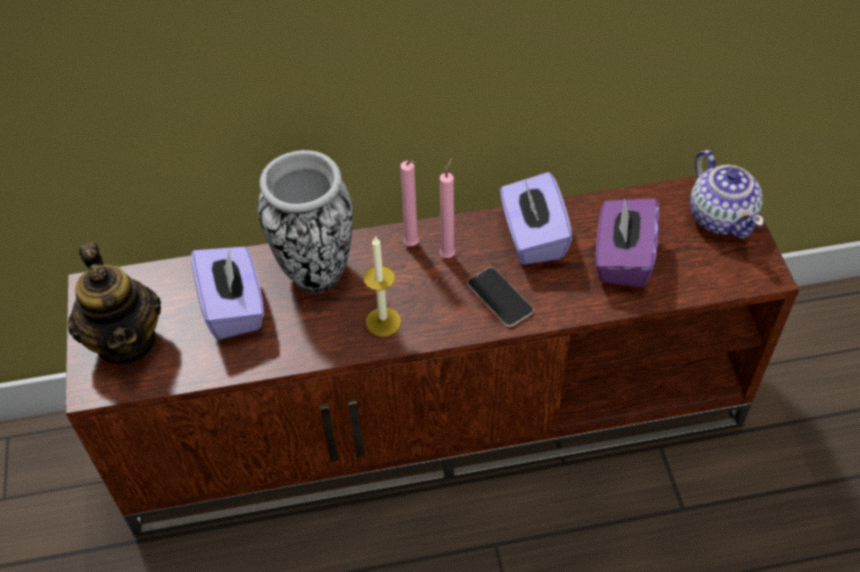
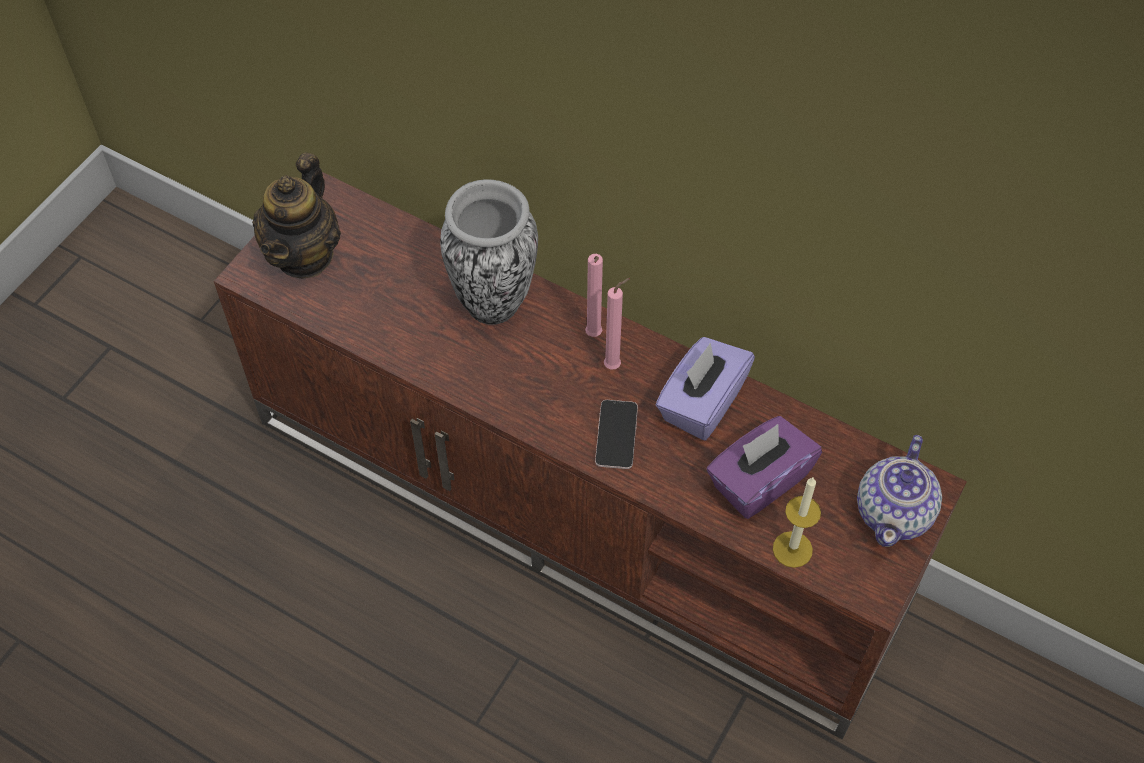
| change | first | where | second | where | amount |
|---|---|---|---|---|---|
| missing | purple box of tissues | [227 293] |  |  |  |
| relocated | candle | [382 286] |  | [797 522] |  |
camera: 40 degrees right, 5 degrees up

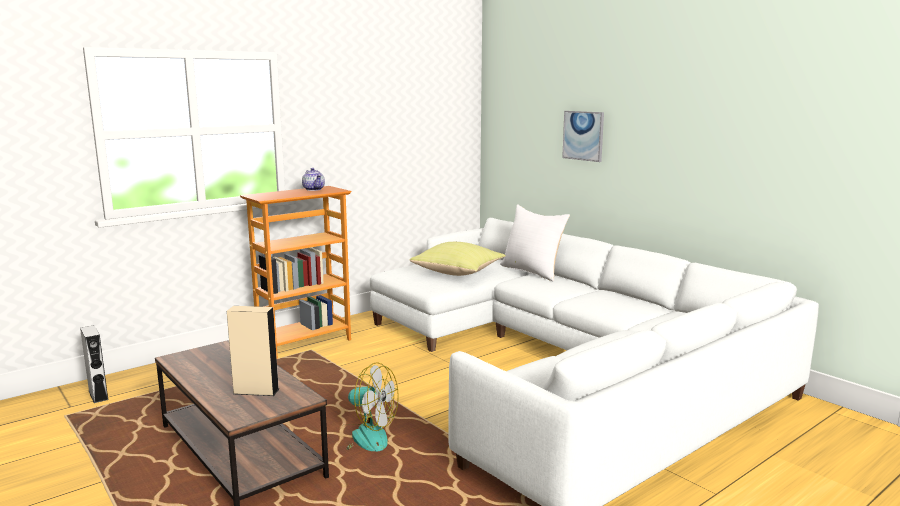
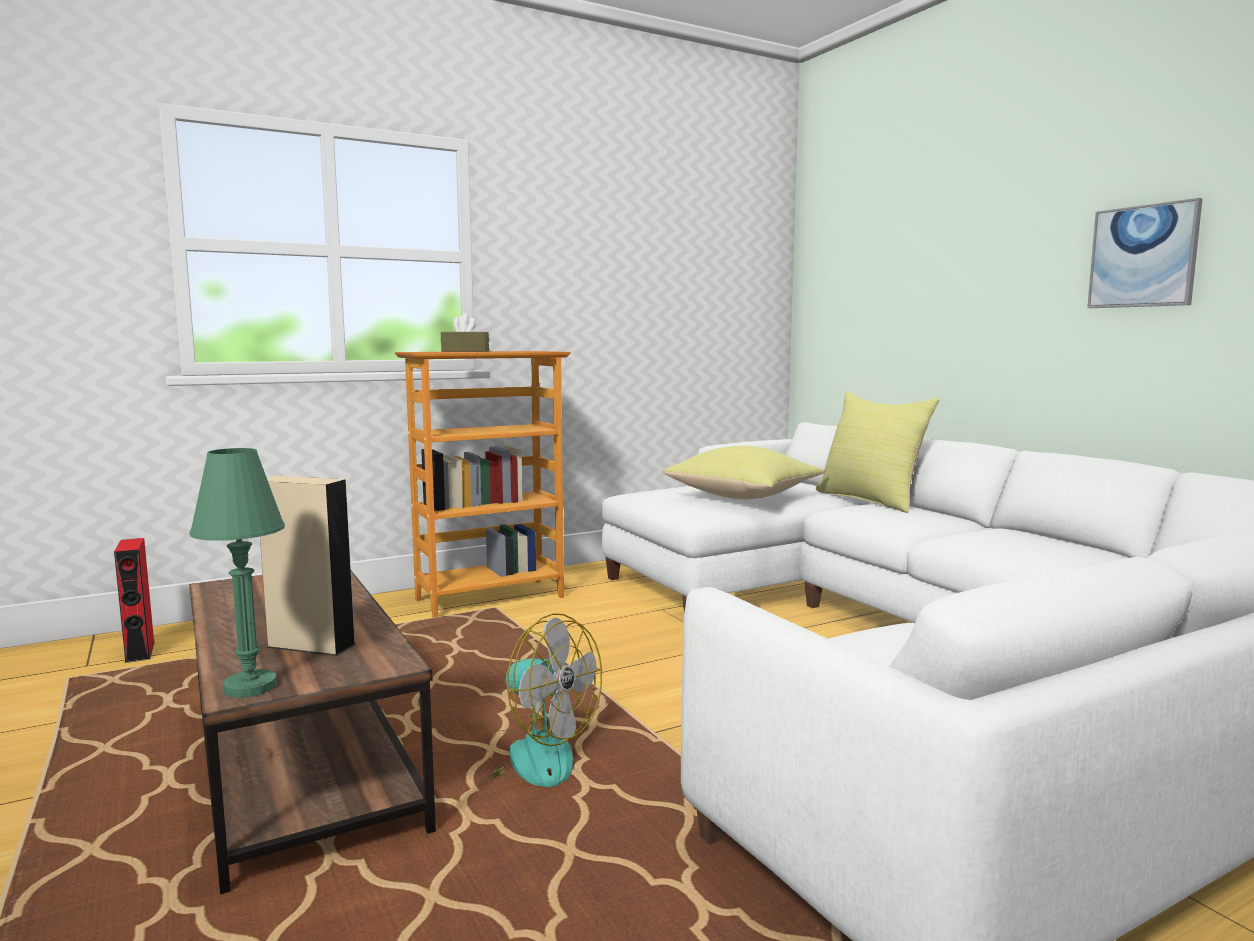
| change | first | where | second | where | amount |
|---|---|---|---|---|---|
| colour | grey audio speaker | [94 364] | reddish audio speaker | [134 600] |  |
| missing | tea pot | [313 179] |  |  |  |
| colour | white-coloured throw pillow | [535 243] | yellowish throw pillow | [877 452] |  |
| relocated | picture | [583 136] |  | [1145 253] |  |
| appeared |  |  | green tabletop lamp | [237 573] |  |
| appeared |  |  | brown-coloured box of tissues | [465 332] |  |
camera: 10 degrees right, 5 degrees down

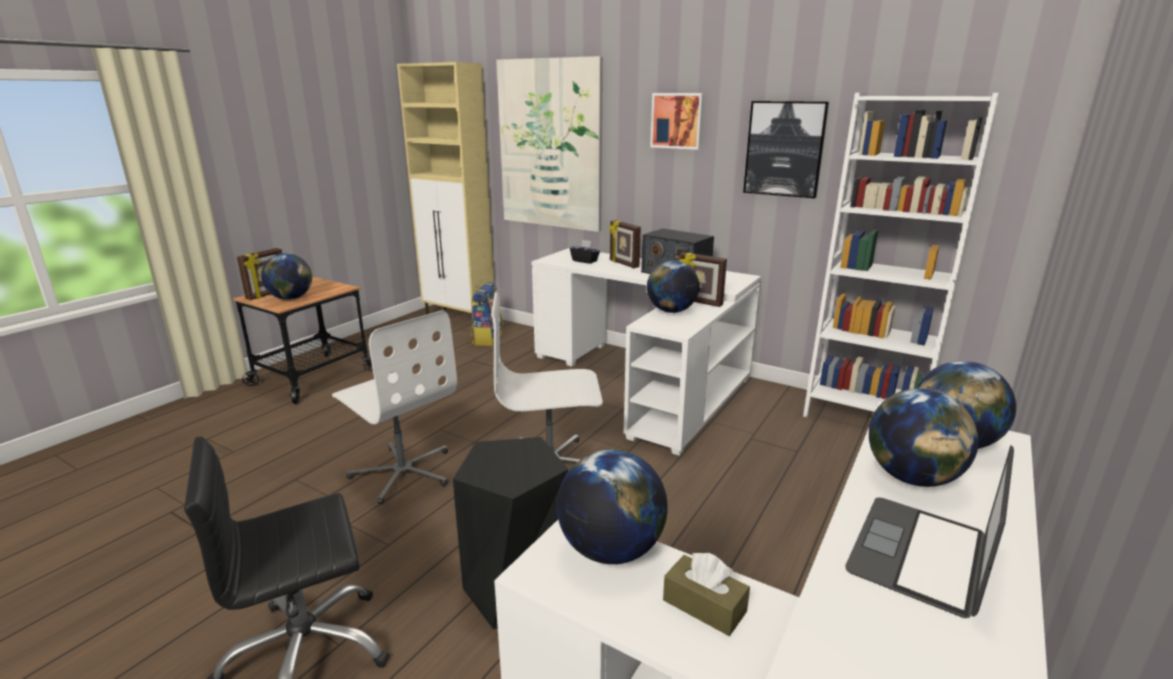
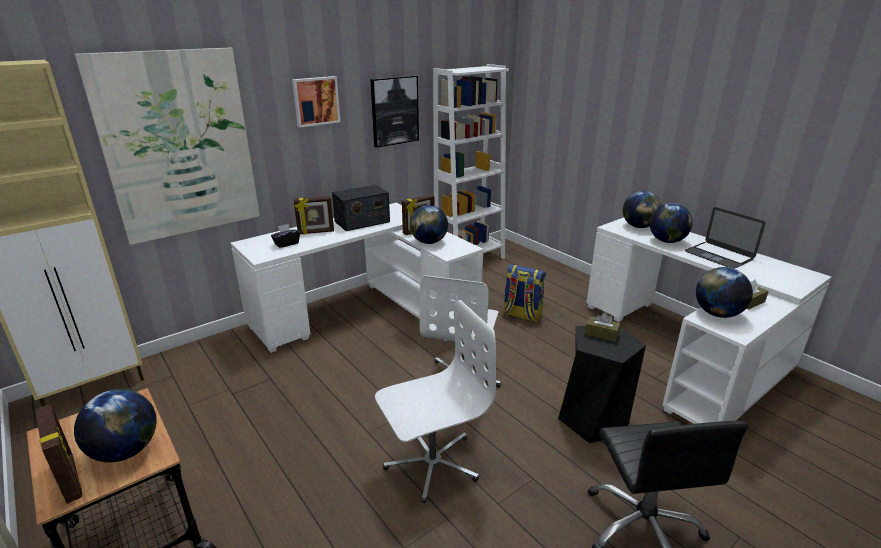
| change | first | where | second | where | amount |
|---|---|---|---|---|---|
| relocated | backpack | [486 314] |  | [524 293] |  |
| appeared |  |  | brown-coloured box of tissues | [603 327] |  |
camera: 70 degrees left, 5 degrees up

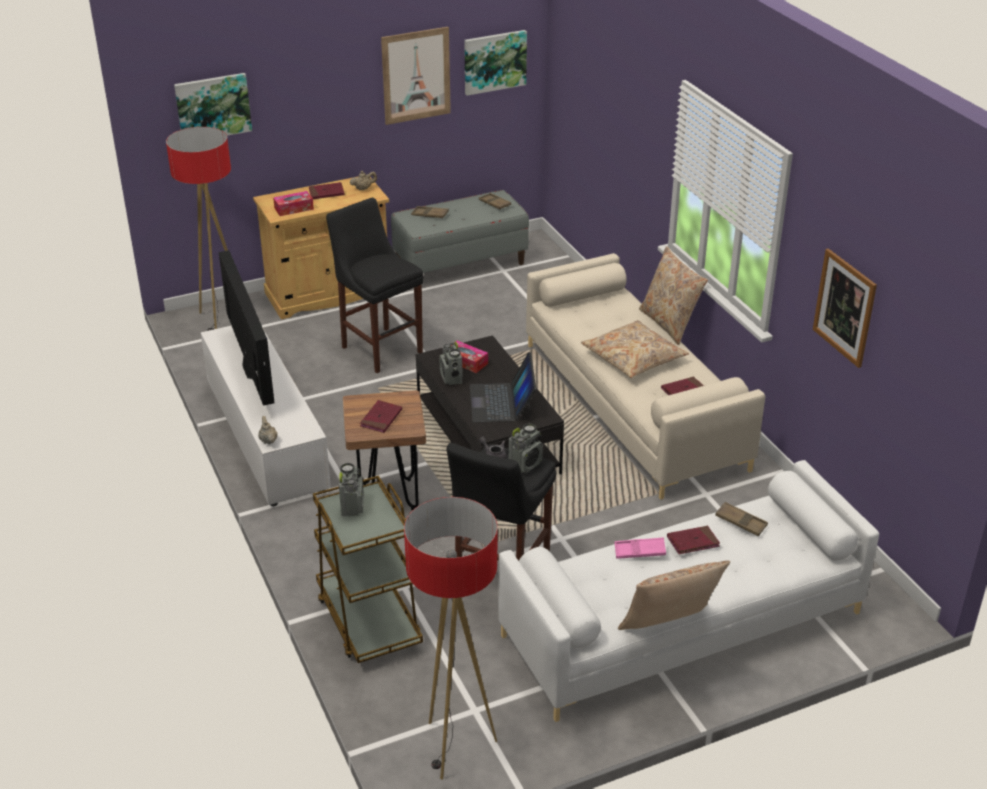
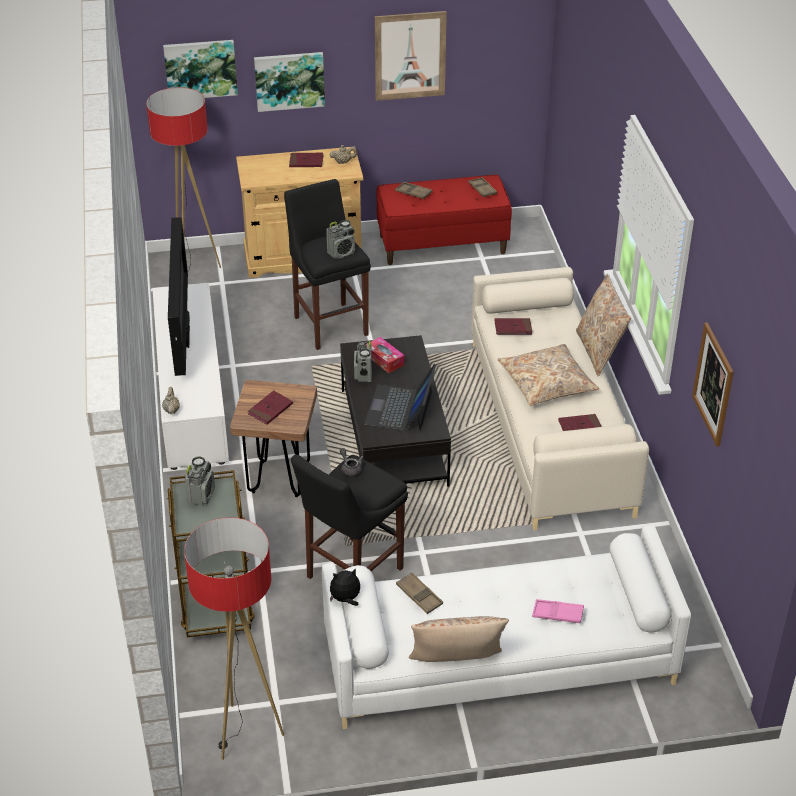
| change | first | where | second | where | amount |
|---|---|---|---|---|---|
| missing | box of tissues | [293 203] |  |  |  |
| colour | grey bench | [460 231] | reddish bench | [444 220] |  |
| relocated | picture | [495 63] |  | [289 82] |  |
| relocated | radio receiver | [526 448] |  | [340 239] |  |
| relocated | pink carrying tray | [640 548] |  | [558 611] |  |
| relocated | reddish book | [693 540] |  | [513 326] |  |
| relocated | brown-coloured carrying tray | [741 519] |  | [419 593] |  |
| appeared |  |  | soft toy | [345 587] |  |
camera: 15 degrees right, 5 degrees up

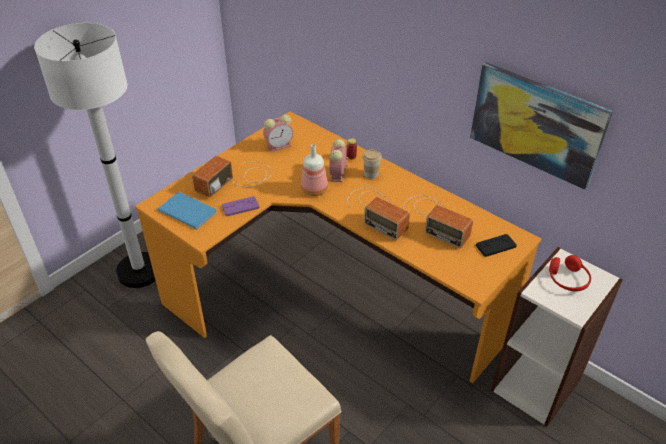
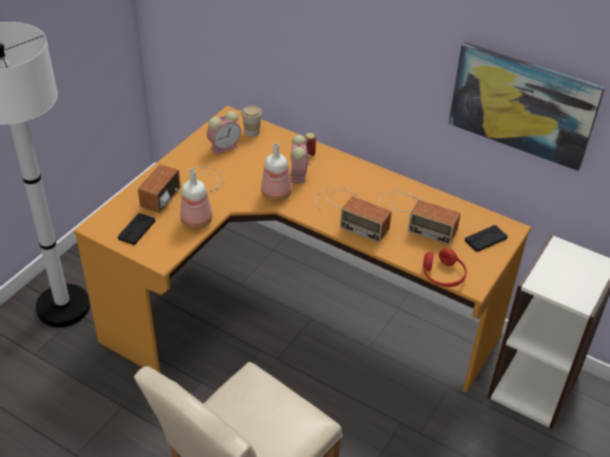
| change | first | where | second | where | amount |
|---|---|---|---|---|---|
| exchanged | blue-coloured book | [187 210] | black gamepad | [136 229] |  |
| exchanged | purple gamepad | [240 206] | bottle | [196 199] |  |
| relocated | cup | [372 164] |  | [251 121] |  |
| relocated | reddish pair of headphones | [570 273] |  | [445 267] |  |
camera: 10 degrees left, 0 degrees up

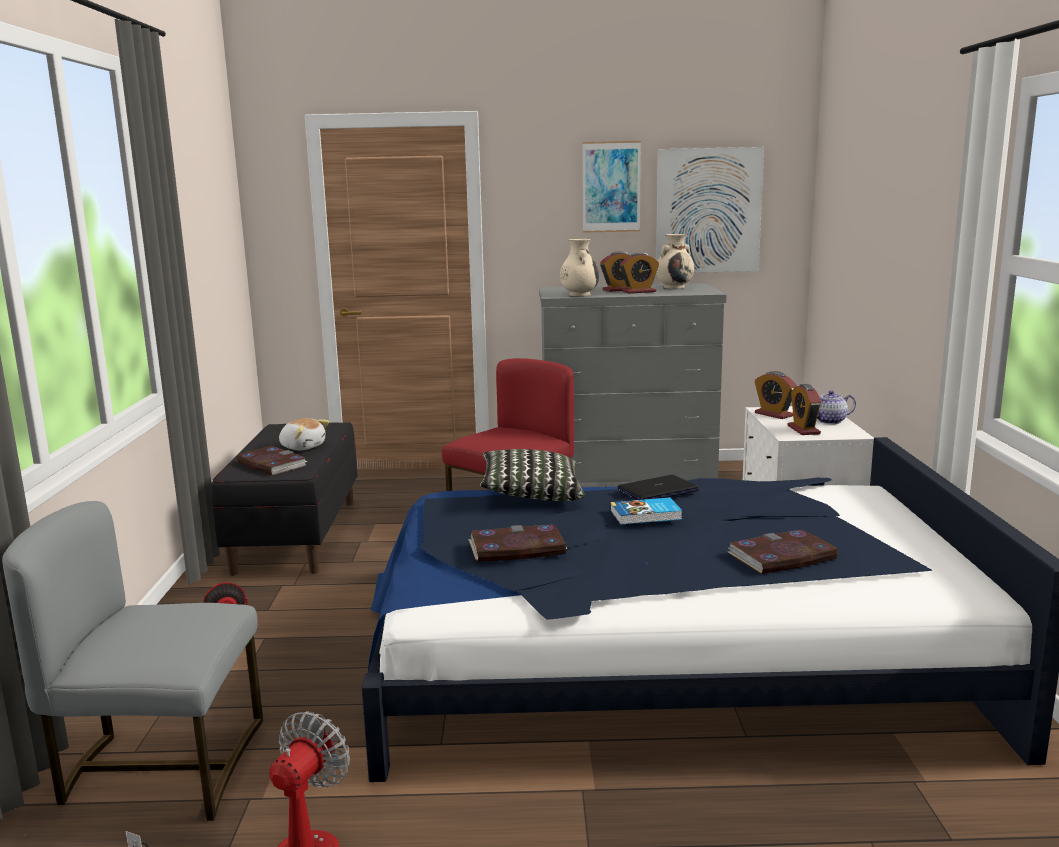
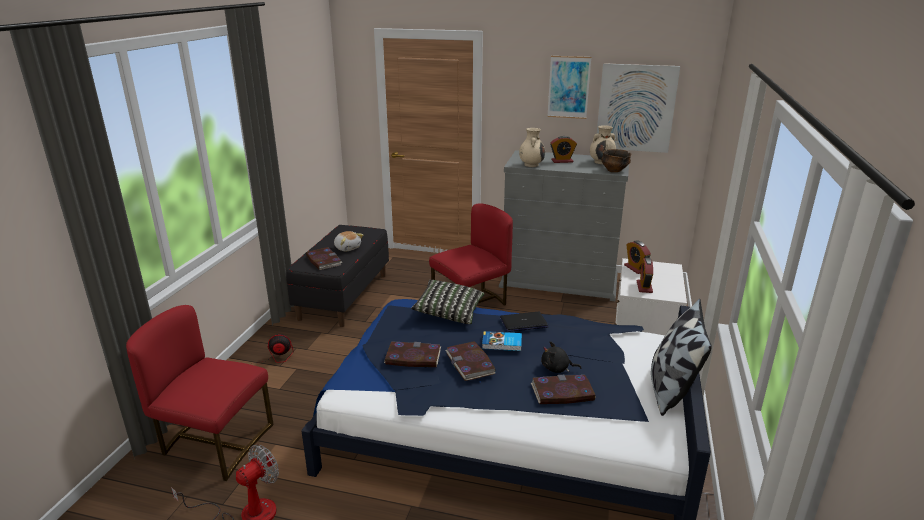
| change | first | where | second | where | amount |
|---|---|---|---|---|---|
| colour | grey chair | [132 661] | reddish chair | [200 393] |  |
| missing | bedside clock | [639 273] |  |  |  |
| missing | tea pot | [836 407] |  |  |  |
| appeared |  |  | book | [470 361] |  |
| appeared |  |  | black soft toy | [561 357] |  |
| appeared |  |  | bowl | [616 160] |  |
| appeared |  |  | throw pillow | [681 357] |  |
camera: 15 degrees right, 10 degrees up

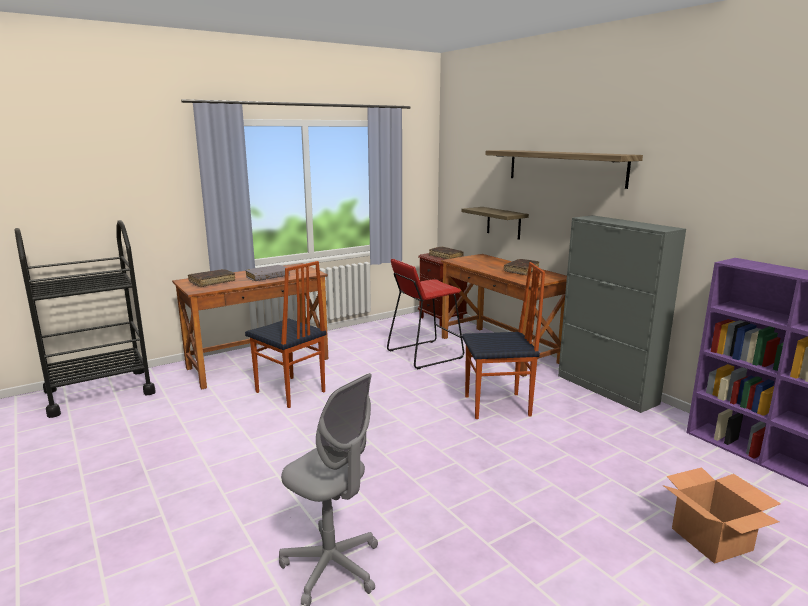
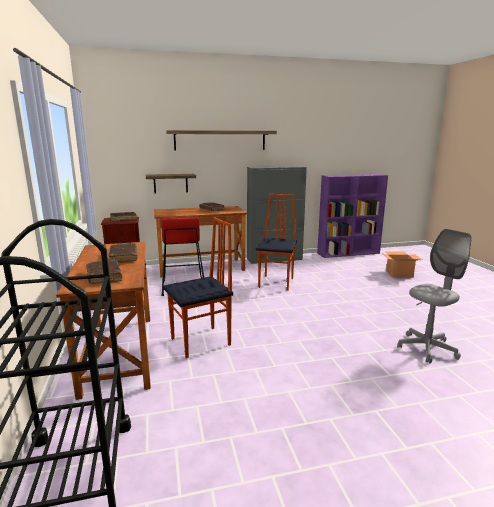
| change | first | where | second | where | amount |
|---|---|---|---|---|---|
| colour | grey book | [267 273] | brown-coloured book | [122 253] |  |
camera: 70 degrees left, 0 degrees up

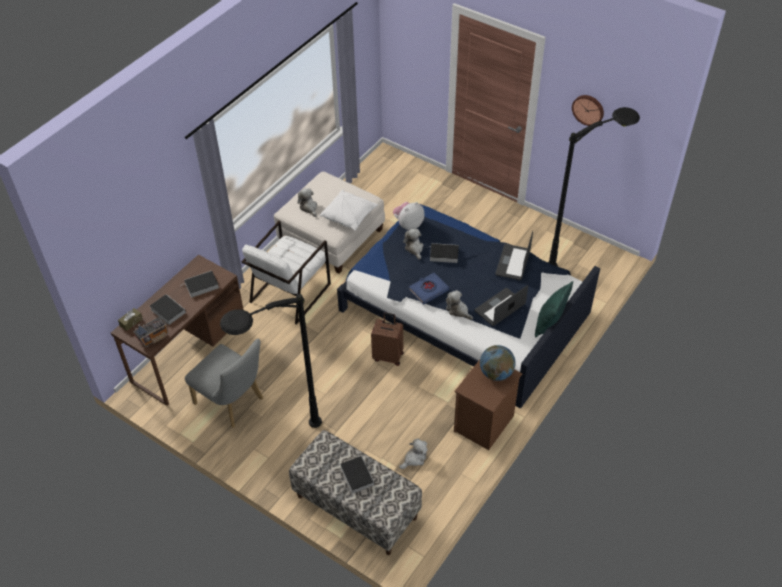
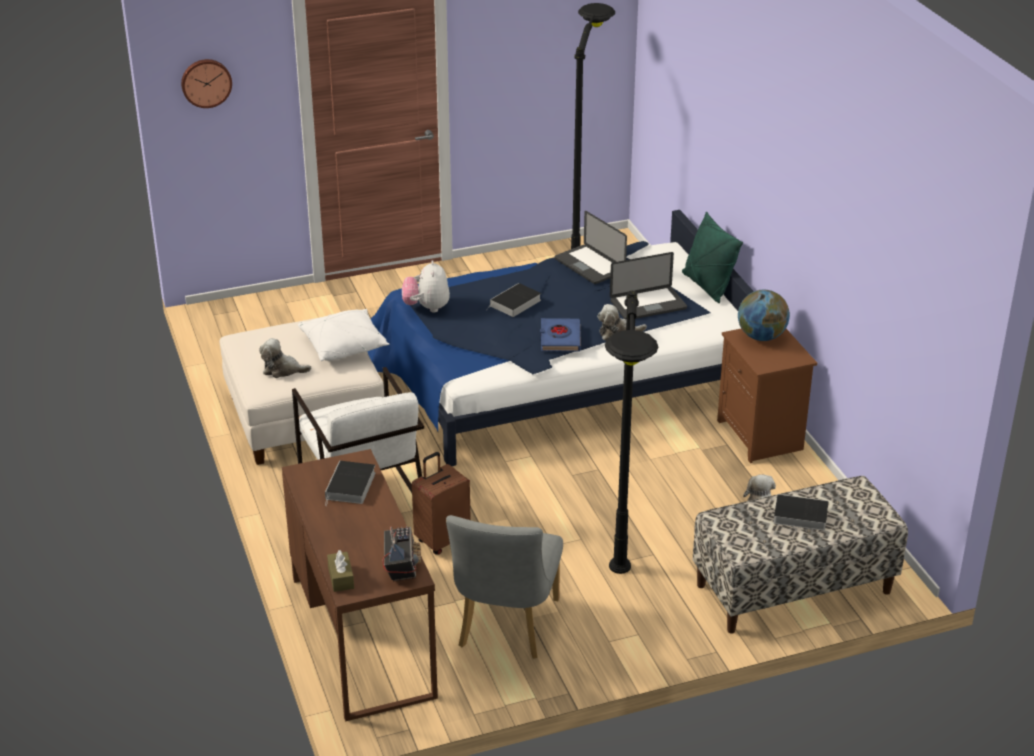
| change | first | where | second | where | amount |
|---|---|---|---|---|---|
| missing | book | [168 309] |  |  |  |
| spun | grey chair | [224 383] |  | [504 587] | 120 degrees clockwise |
| relocated | brown-coloured piece of luggage | [387 339] |  | [441 503] |  |
| missing | soft toy | [413 244] |  |  |  |
| spun | laptop | [501 305] |  | [648 286] | 105 degrees counterclockwise |
| relocated | clock on the wall | [588 110] |  | [206 83] |  |
camera: 55 degrees left, 15 degrees down

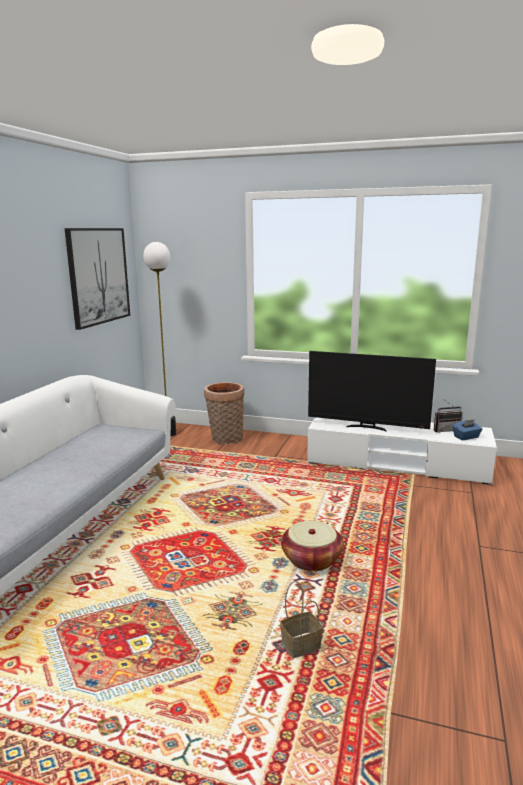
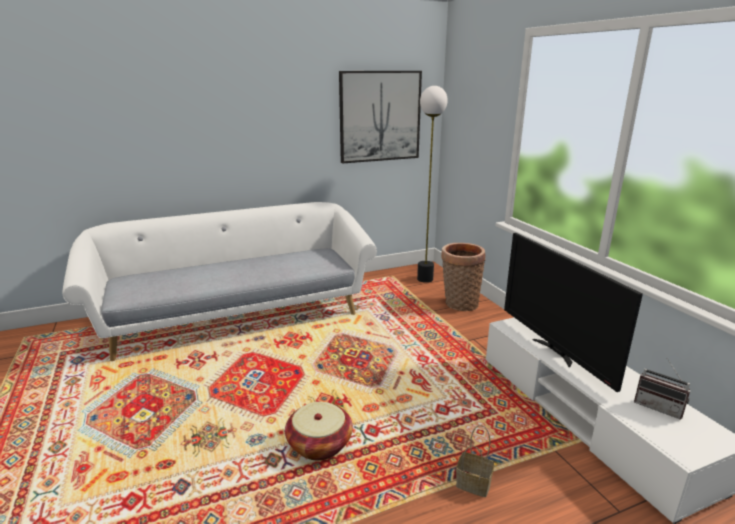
| change | first | where | second | where | amount |
|---|---|---|---|---|---|
| relocated | basket | [301 619] |  | [475 461] |  |
| missing | blue-coloured box of tissues | [467 429] |  |  |  |
camera: 50 degrees right, 5 degrees up

